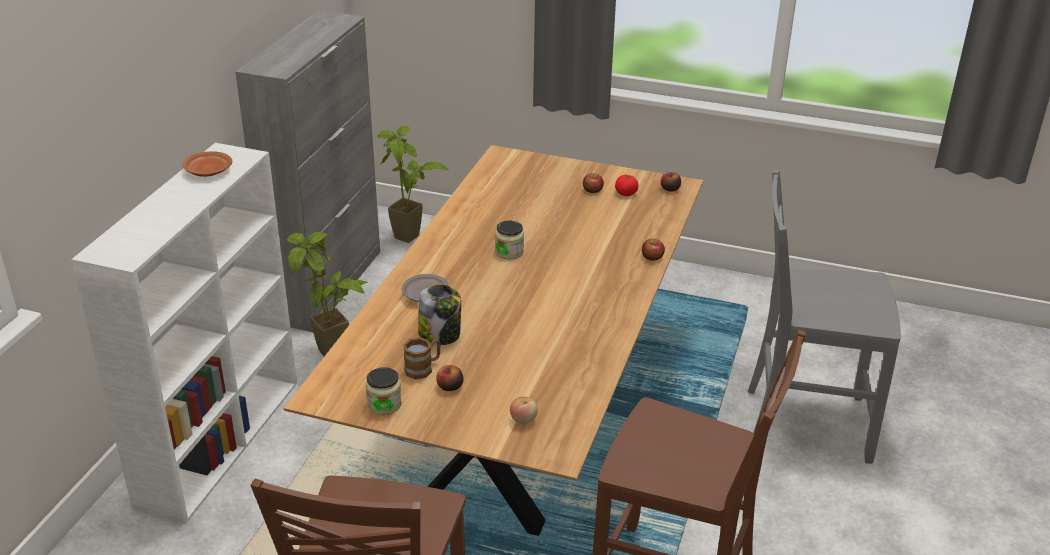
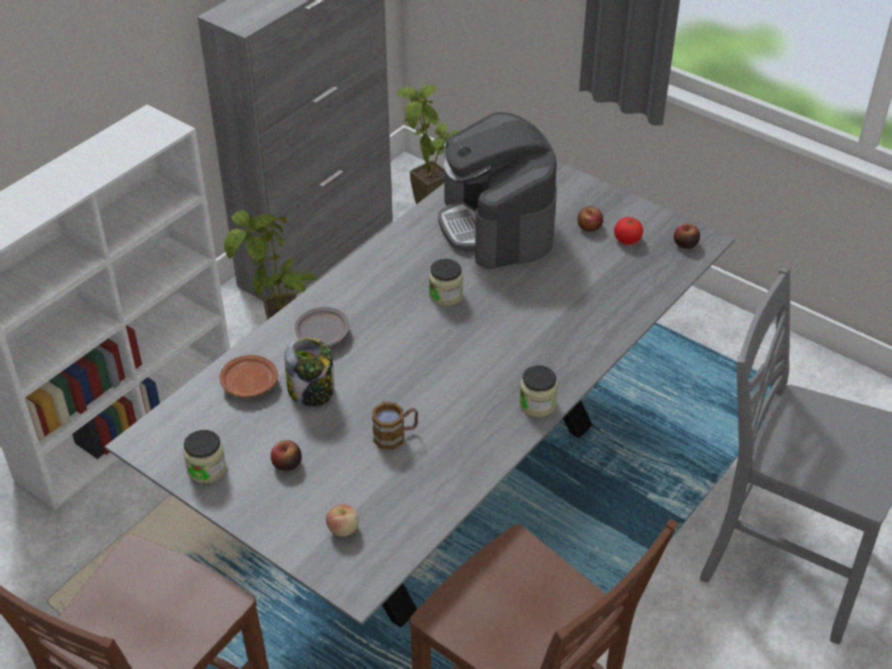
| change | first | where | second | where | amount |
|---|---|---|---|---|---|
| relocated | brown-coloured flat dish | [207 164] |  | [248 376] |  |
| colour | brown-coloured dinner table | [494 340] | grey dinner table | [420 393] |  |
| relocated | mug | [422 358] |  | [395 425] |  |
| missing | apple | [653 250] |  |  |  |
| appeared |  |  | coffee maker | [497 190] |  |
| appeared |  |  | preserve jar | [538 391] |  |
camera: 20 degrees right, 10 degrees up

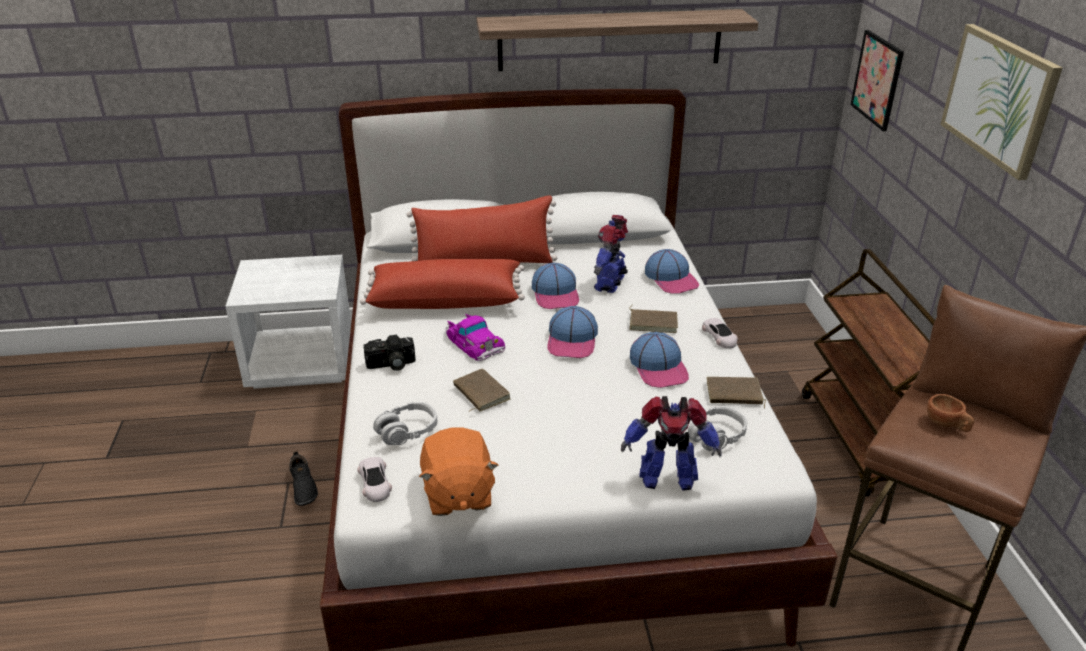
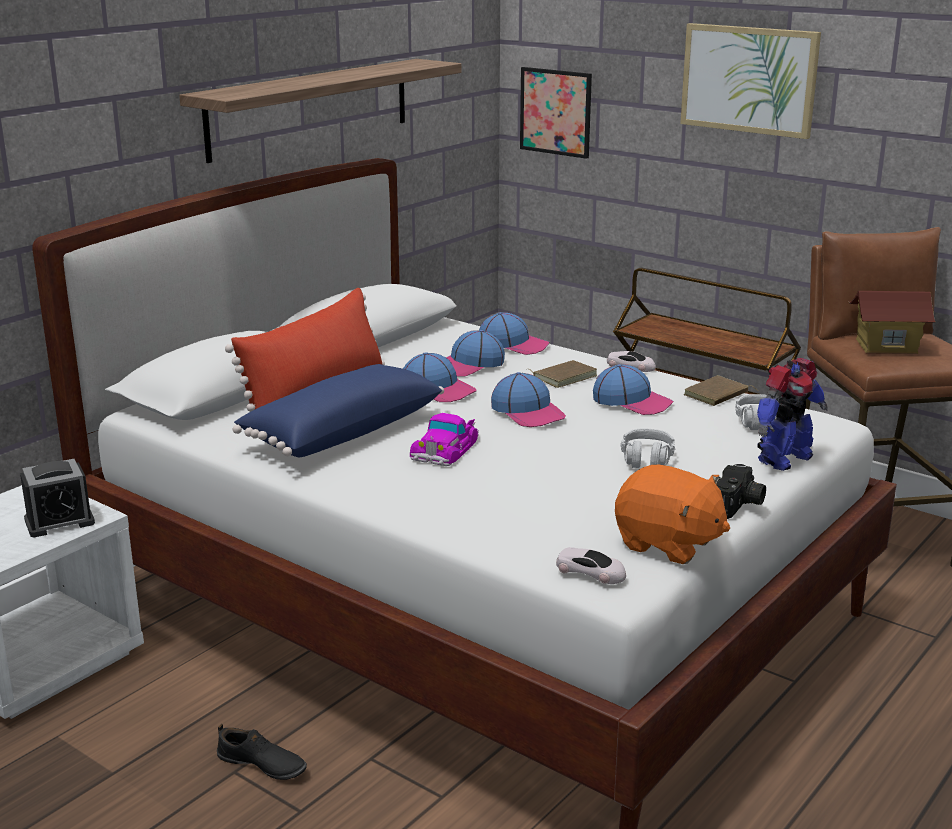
| change | first | where | second | where | amount |
|---|---|---|---|---|---|
| colour | reddish throw pillow | [442 284] | blue-coloured throw pillow | [338 410] |  |
| relocated | photo camera | [389 353] |  | [741 491] |  |
| relocated | grey pair of headphones | [405 423] |  | [647 448] |  |
| spun | toy car | [475 337] |  | [444 439] | 105 degrees clockwise |
| missing | brown-coloured book | [481 390] |  |  |  |
| exchanged | robot figure | [611 254] | cap | [475 353] |  |
| exchanged | brown-coloured cup | [950 413] | model house | [892 322] |  |
| appeared |  |  | bedside clock | [57 498] |  |
camera: 45 degrees left, 10 degrees down

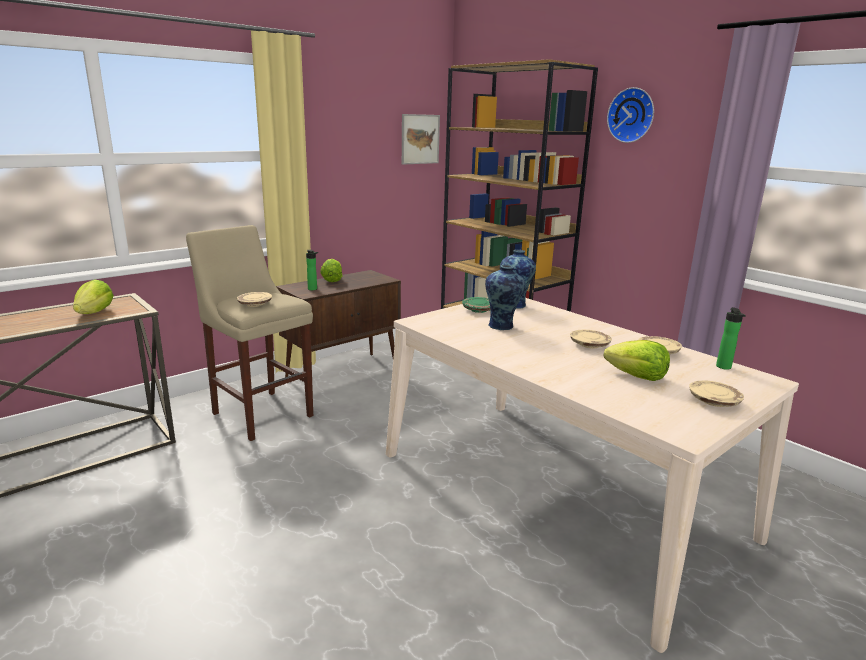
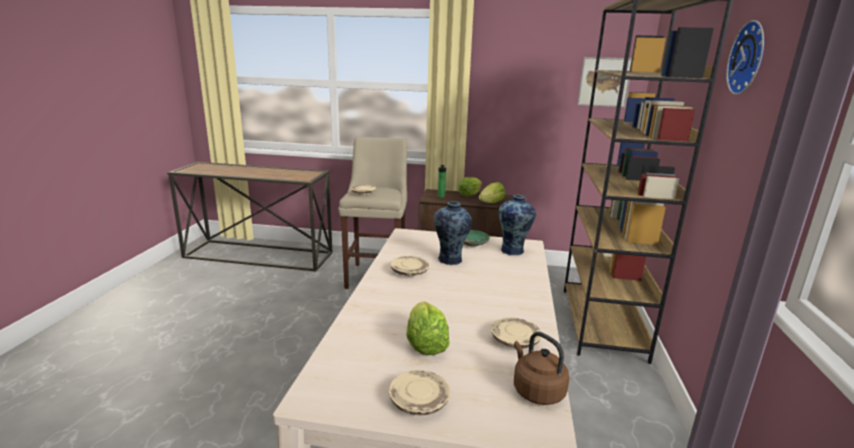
| change | first | where | second | where | amount |
|---|---|---|---|---|---|
| relocated | lettuce | [93 297] |  | [492 192] |  |
| relocated | sand-coloured flat dish | [591 339] |  | [409 266] |  |
| exchanged | bottle | [731 338] | brown-coloured water kettle | [542 368] |  |
camera: 50 degrees right, 0 degrees up

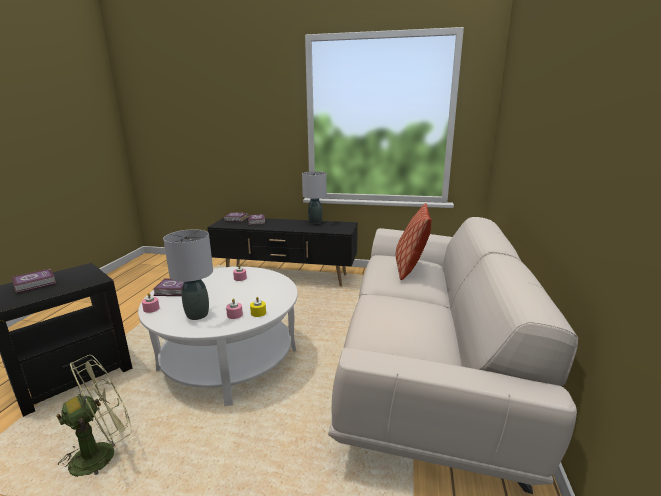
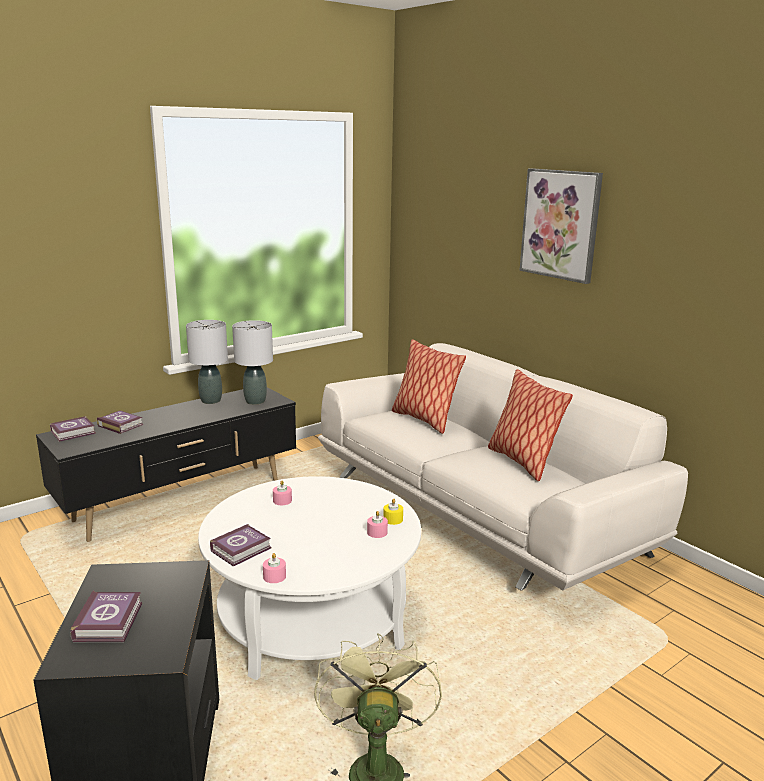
| change | first | where | second | where | amount |
|---|---|---|---|---|---|
| relocated | grey tabletop lamp | [188 274] |  | [252 362] |  |
| appeared |  |  | throw pillow | [530 425] |  |
| appeared |  |  | picture | [561 226] |  |
camera: 50 degrees left, 0 degrees up

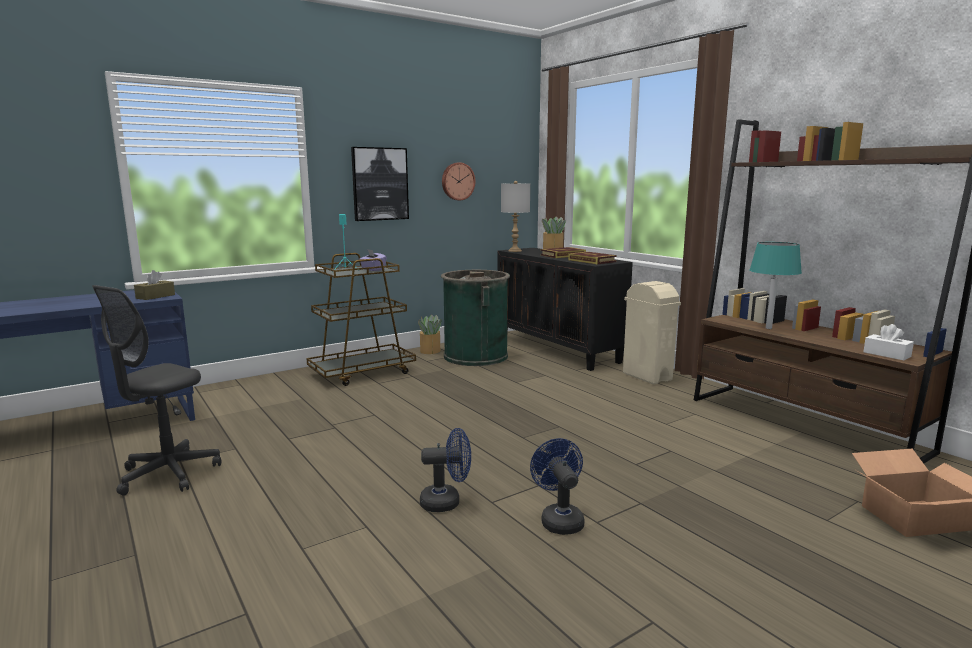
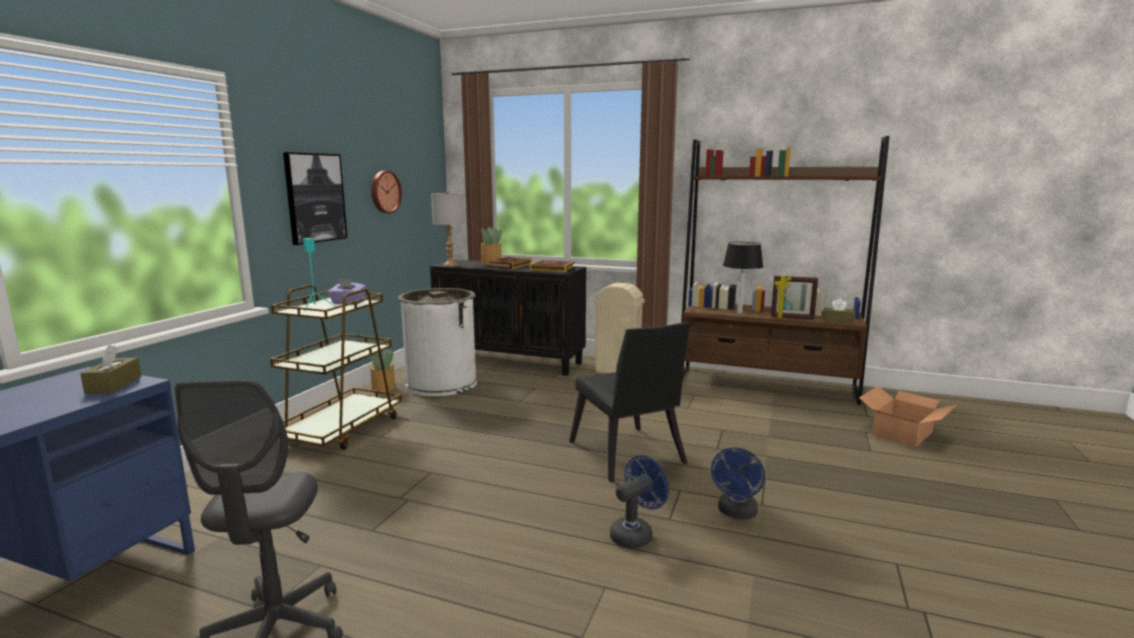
| change | first | where | second | where | amount |
|---|---|---|---|---|---|
| colour | green trash can | [475 318] | white-coloured trash can | [437 342] |  |
| spun | blue-coloured fan | [557 486] |  | [738 483] | 105 degrees counterclockwise |
| colour | turquoise-coloured tabletop lamp | [775 285] | black tabletop lamp | [743 277] |  |
| colour | white-coloured box of tissues | [888 342] | brown-coloured box of tissues | [839 311] |  |
| appeared |  |  | black chair | [629 402] |  |
| appeared |  |  | standing frame | [794 297] |  |
camera: 35 degrees left, 0 degrees up

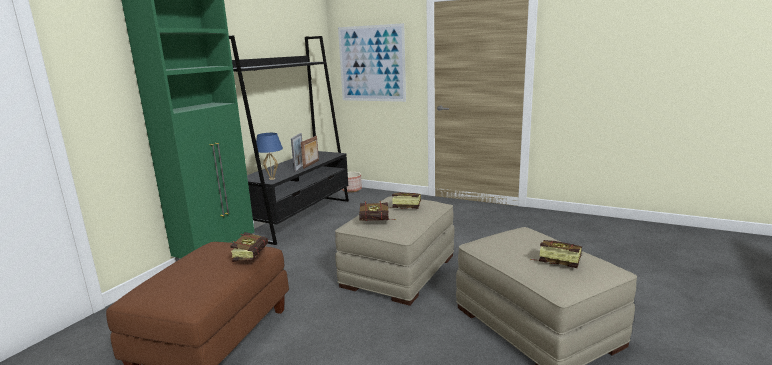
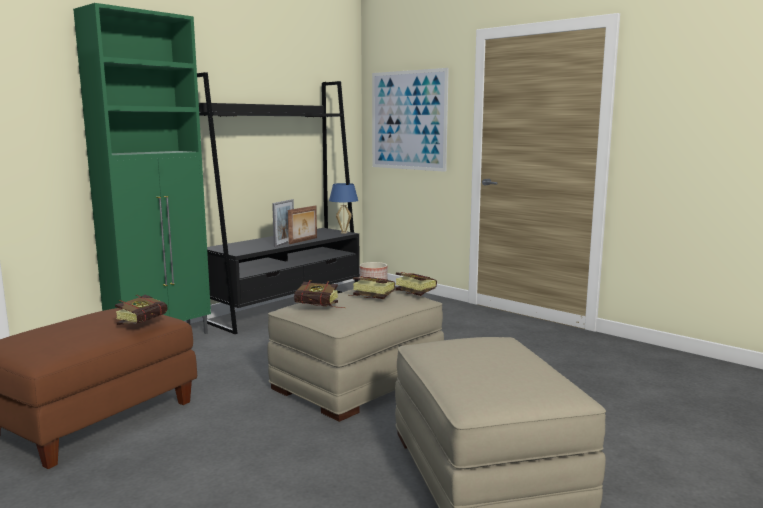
| change | first | where | second | where | amount |
|---|---|---|---|---|---|
| relocated | blue-coloured tabletop lamp | [269 156] |  | [343 208] |  |
| relocated | book | [556 254] |  | [416 284] |  |
camera: 15 degrees right, 5 degrees down

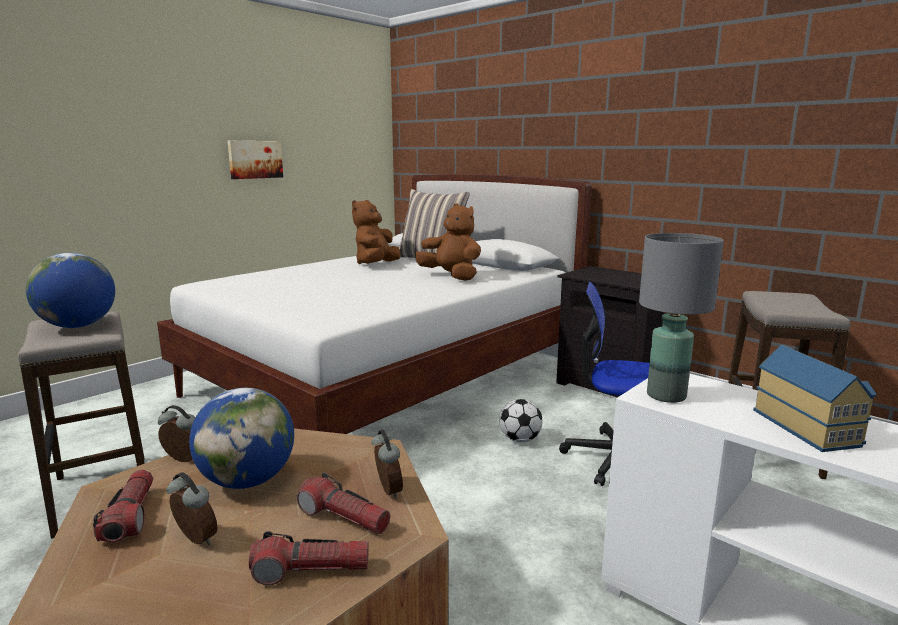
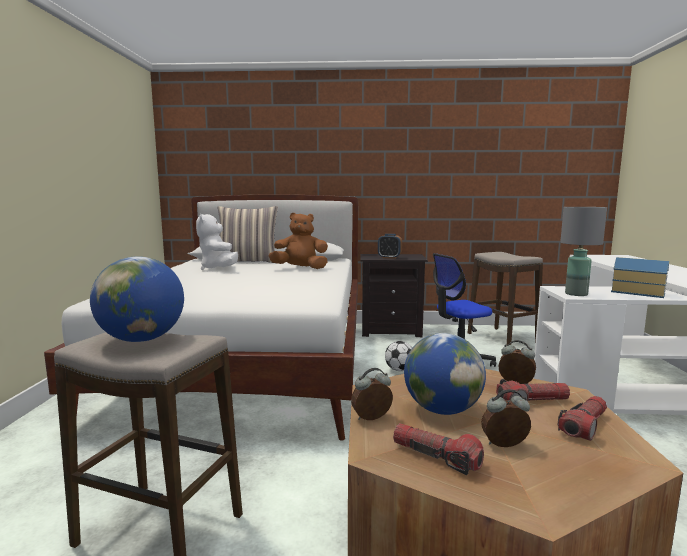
| change | first | where | second | where | amount |
|---|---|---|---|---|---|
| missing | picture | [255 160] |  |  |  |
| colour | brown-coloured soft toy | [376 232] | white-coloured soft toy | [217 242] |  |
| appeared |  |  | bedside clock | [390 246] |  |
camera: 40 degrees left, 5 degrees down

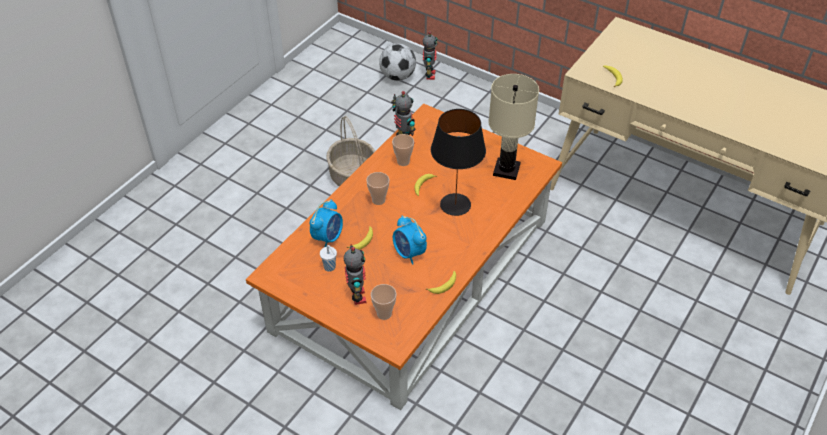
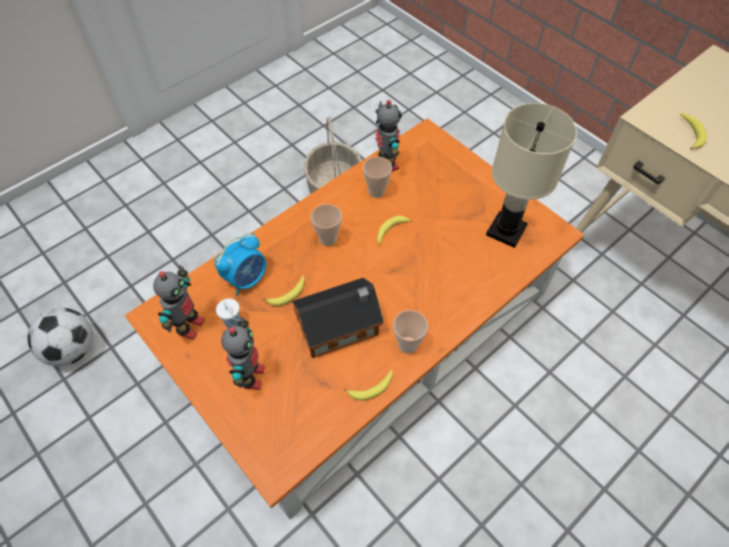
| change | first | where | second | where | amount |
|---|---|---|---|---|---|
| relocated | cup | [384 302] |  | [410 332] |  |
| relocated | football | [397 62] |  | [60 337] |  |
| exchanged | bedside clock | [410 240] | model house | [338 318] |  |
| relocated | robot figure | [430 55] |  | [179 302] |  |
| missing | black tabletop lamp | [458 162] |  |  |  |
camera: 15 degrees right, 10 degrees up

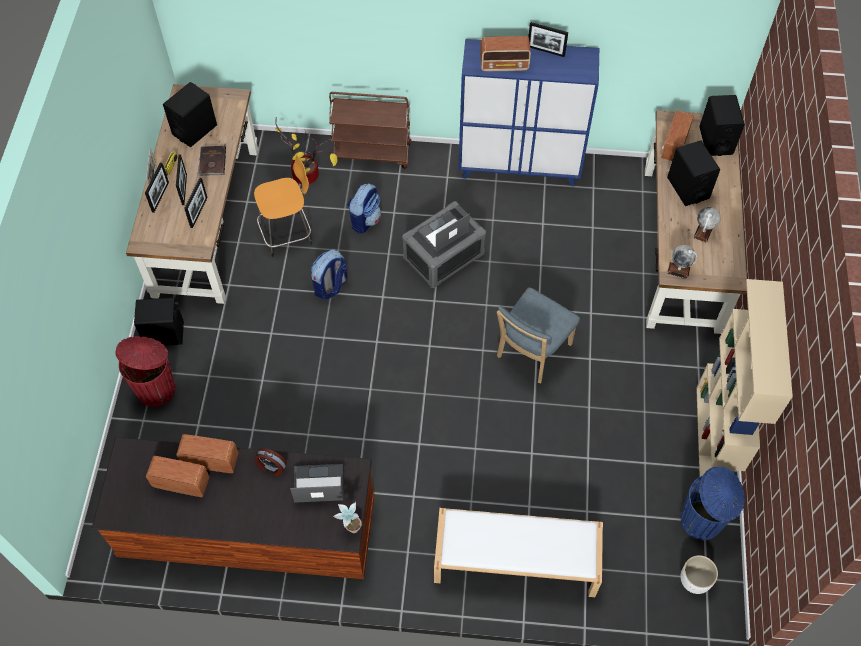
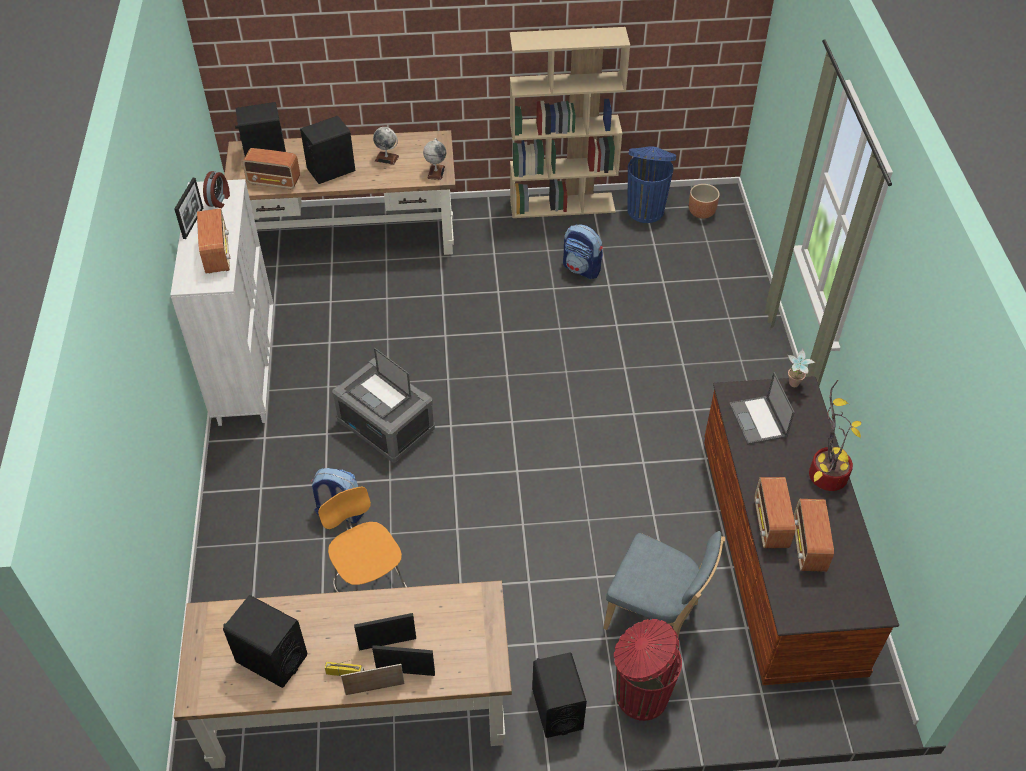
| change | first | where | second | where | amount |
|---|---|---|---|---|---|
| missing | standing frame | [195 203] |  |  |  |
| missing | brown-coloured book | [212 161] |  |  |  |
| relocated | bedside clock | [271 462] |  | [216 189] |  |
| relocated | plant in a pot | [306 153] |  | [835 435] |  |
| relocated | backpack | [329 274] |  | [583 251] |  |
| missing | brown-coloured trolley | [370 130] |  |  |  |
| missing | white-coloured bench | [518 552] |  |  |  |
| colour | blue-coloured storage cabinet | [528 112] | white-coloured storage cabinet | [222 302] |  |
| relocated | blue-coloured chair | [538 335] |  | [664 584] |  |
| colour | white-coloured planter | [699 574] | brown-coloured planter | [704 201] |  |
camera: 100 degrees left, 10 degrees down

